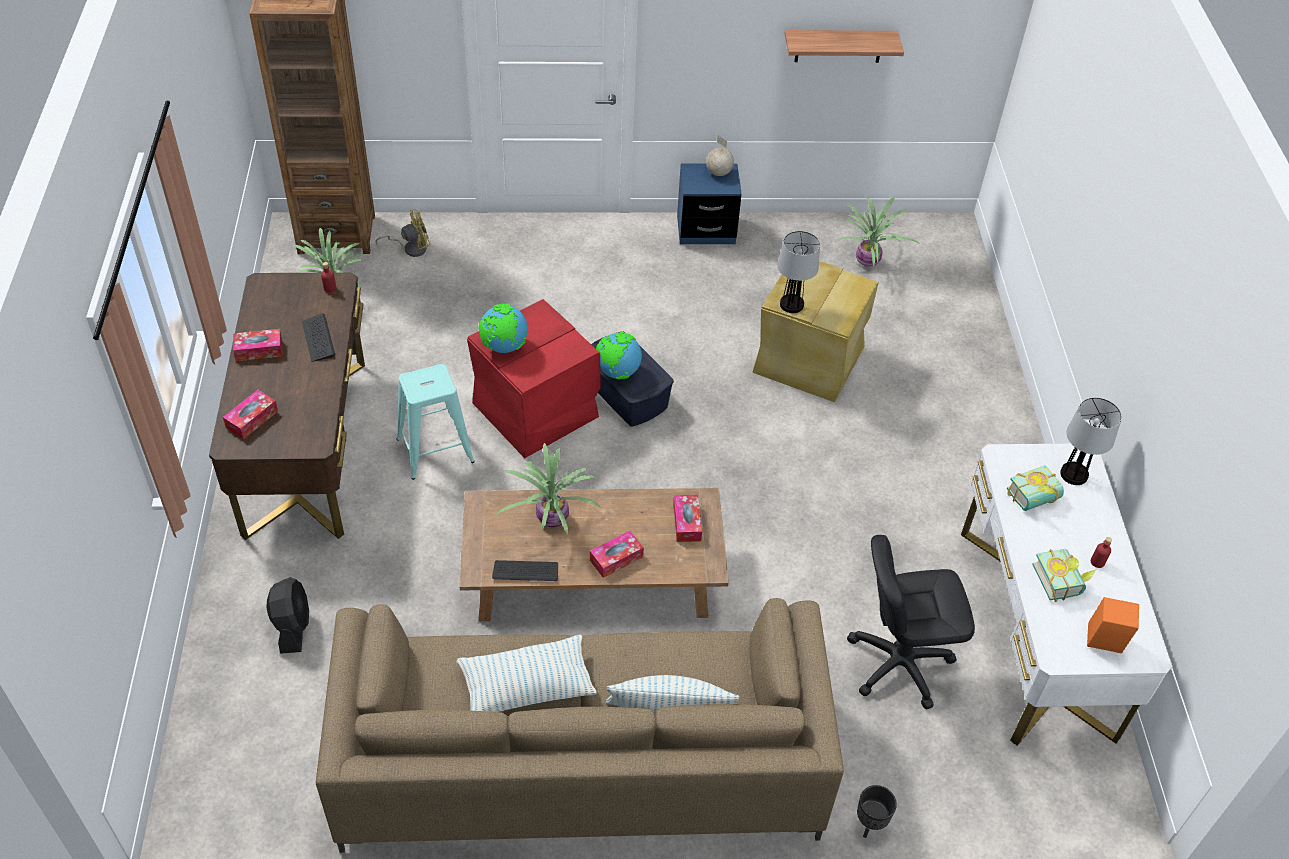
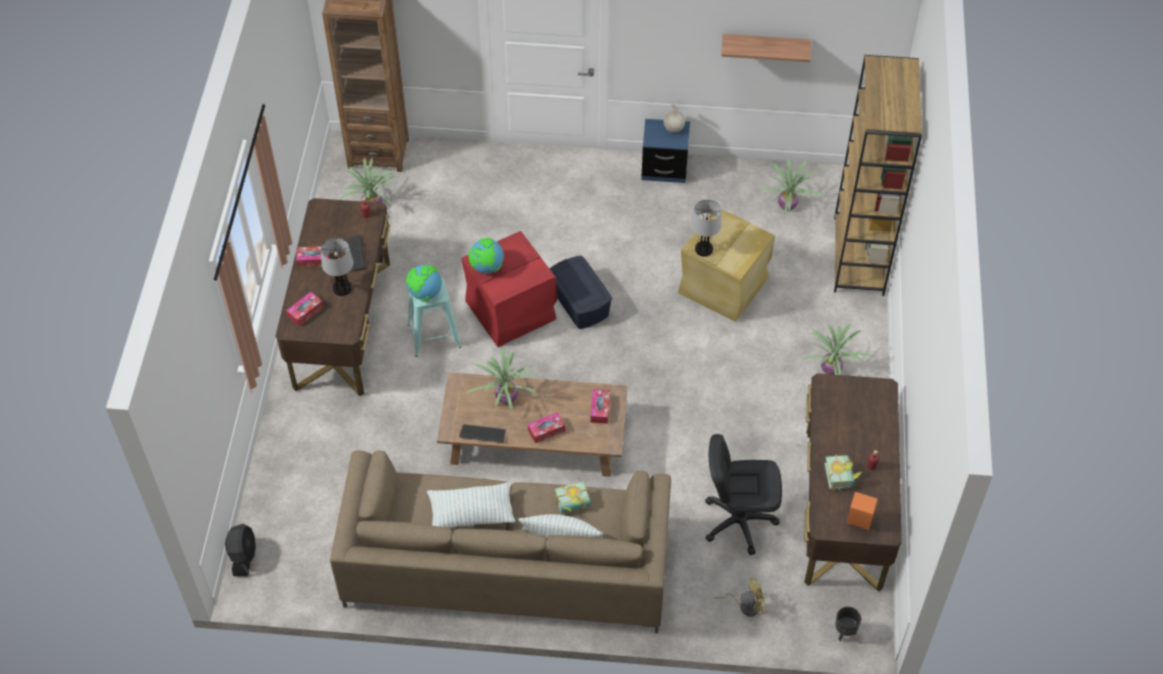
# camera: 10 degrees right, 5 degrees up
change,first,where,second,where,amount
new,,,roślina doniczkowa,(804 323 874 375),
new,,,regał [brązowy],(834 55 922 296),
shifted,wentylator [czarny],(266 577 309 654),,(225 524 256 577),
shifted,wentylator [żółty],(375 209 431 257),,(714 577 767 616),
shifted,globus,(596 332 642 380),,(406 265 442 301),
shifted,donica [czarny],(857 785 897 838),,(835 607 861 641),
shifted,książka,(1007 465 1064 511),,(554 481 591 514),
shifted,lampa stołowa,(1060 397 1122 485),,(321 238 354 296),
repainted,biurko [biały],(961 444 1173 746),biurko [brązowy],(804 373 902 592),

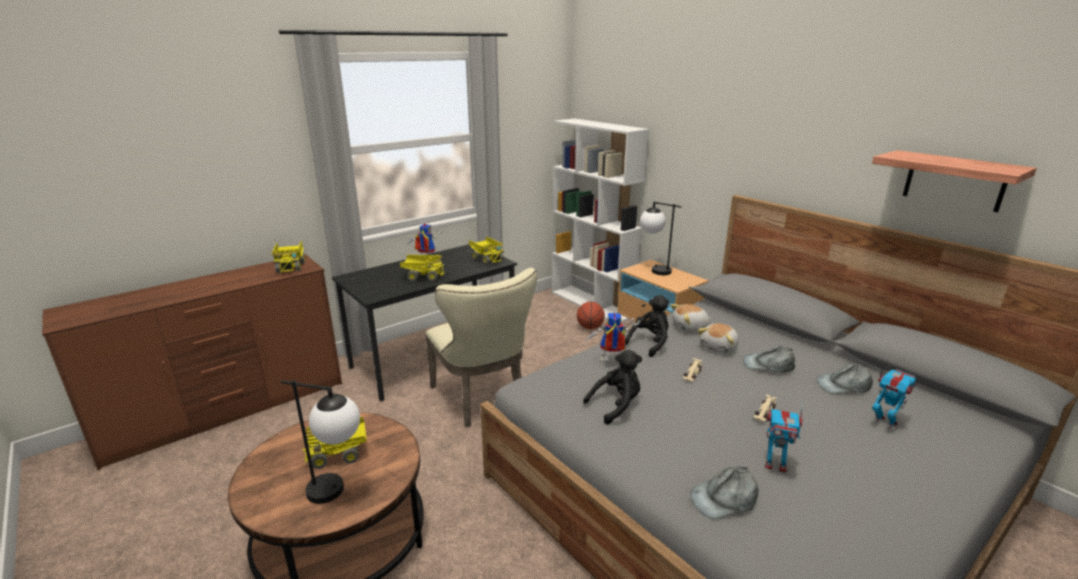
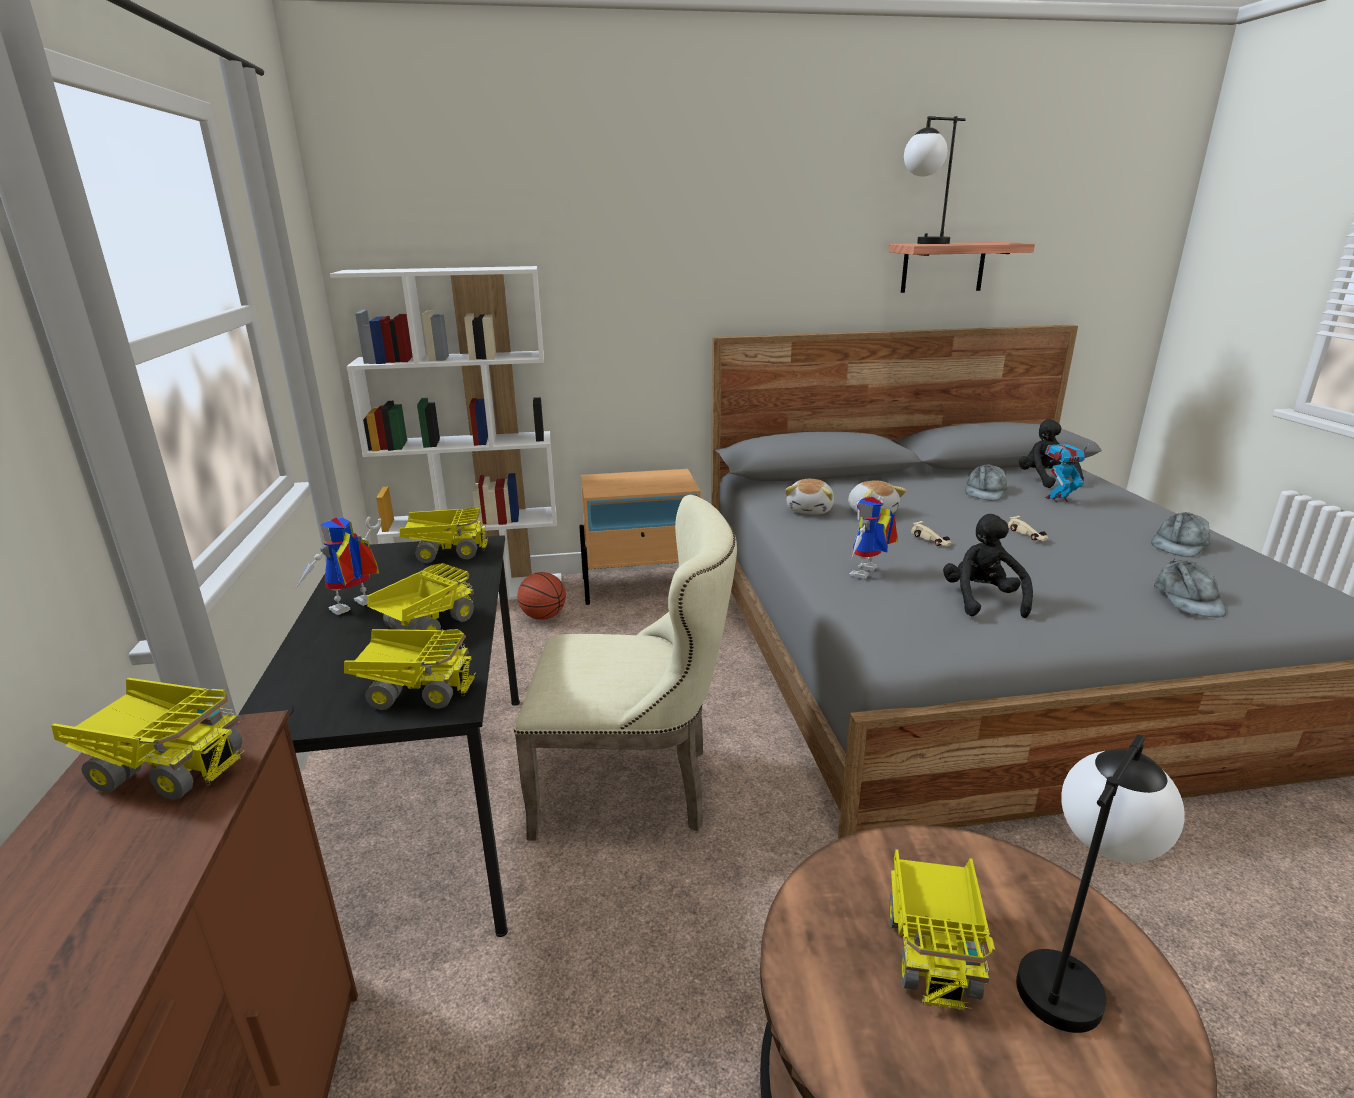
# camera: 60 degrees left, 0 degrees up
change,first,where,second,where,amount
gone,robot zabawkowy,(765 395 803 472),,,
new,,,ciężarówka zabawkowa,(344 629 475 710),
shifted,pluszak [czarny],(625 295 669 357),,(1019 419 1084 488),
shifted,lampa stołowa,(640 202 681 275),,(904 116 966 244),
shifted,czapka z daszkiem [szary],(743 345 795 373),,(1151 512 1210 557),

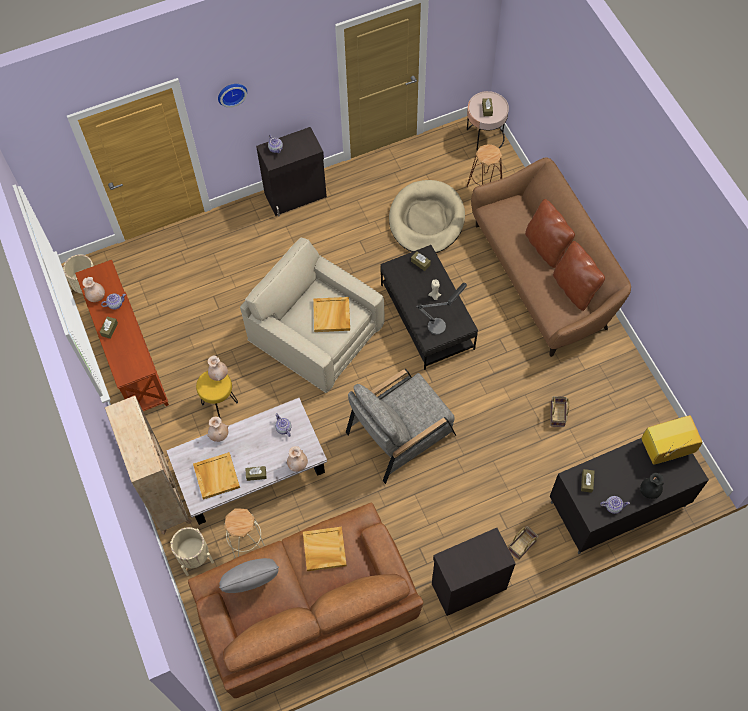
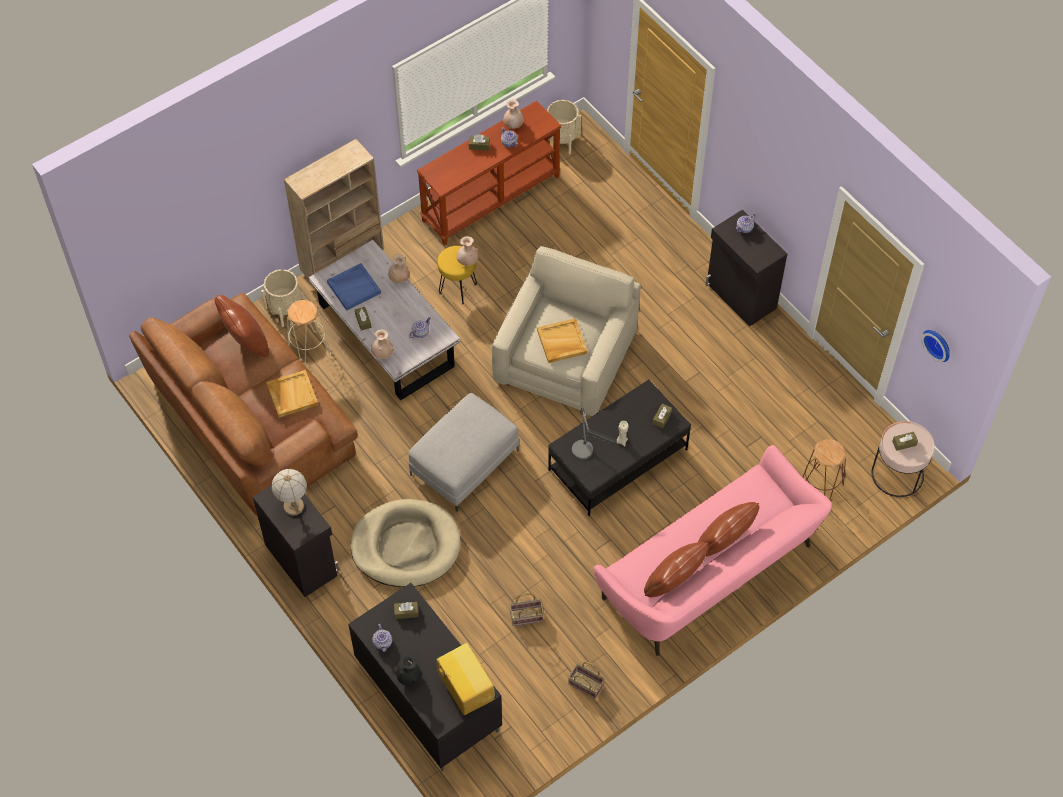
# camera: 75 degrees right, 5 degrees down
change,first,where,second,where,amount
new,,,lampa stołowa,(272 469 307 516),
shifted,zegar ścienny,(218 84 247 108),,(922 330 950 362),
shifted,legowisko [beżowy],(389 180 465 253),,(351 499 461 587),
shifted,koszyk,(508 526 539 560),,(568 662 605 699),
swapped,fotel [szary],(346 369 456 484),pufa [szary],(408 393 519 512),
repainted,taca [beżowy],(193 452 240 499),taca [niebieski],(327 263 381 311),
repainted,poduszka [szary],(219 558 279 593),poduszka [brązowy],(215 295 269 357),
repainted,kanapa [brązowy],(471 158 631 357),kanapa [różowy],(593 445 832 656),

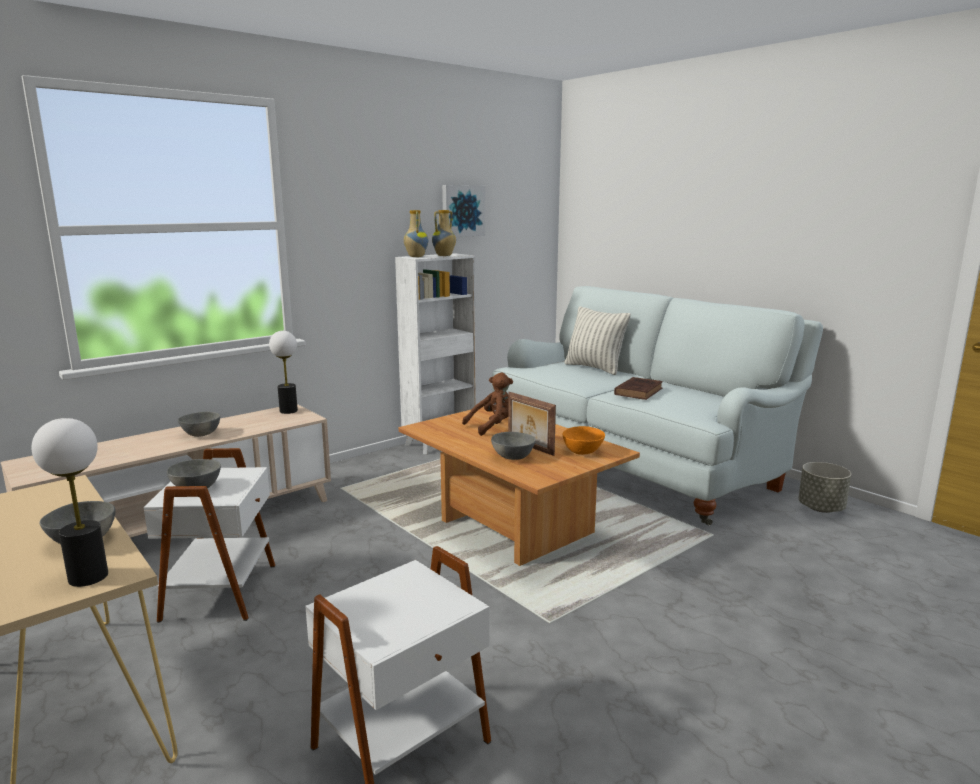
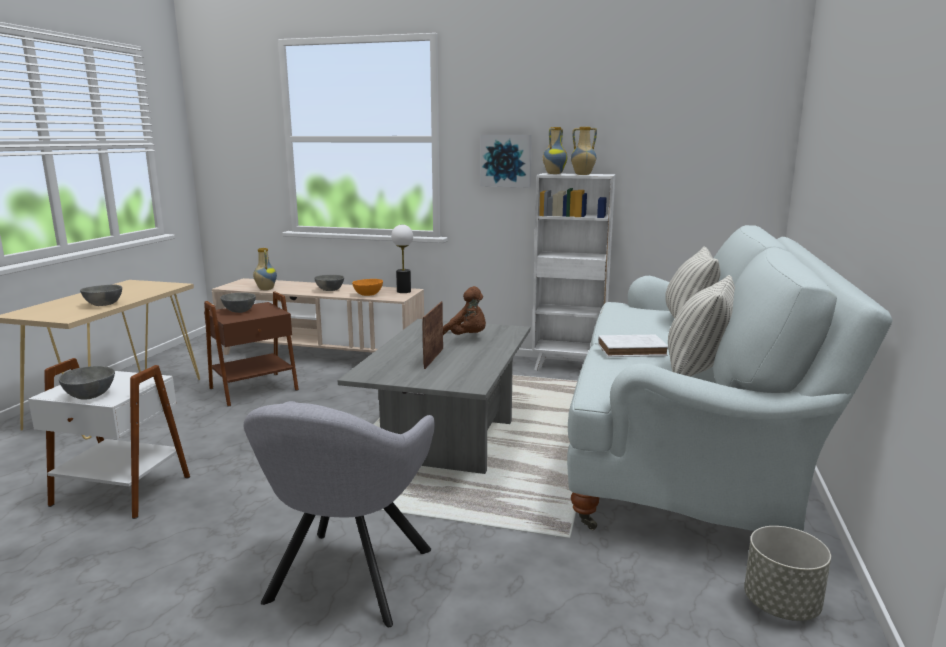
# camera: 55 degrees right, 0 degrees up
change,first,where,second,where,amount
gone,lampa stołowa,(32 418 108 587),,,
new,,,fotel [szary],(243 401 435 627),
new,,,wazon,(253 248 277 290),
new,,,poduszka,(668 275 735 376),
shifted,obraz,(442 185 485 237),,(480 135 532 187),
shifted,miska [szary],(491 432 535 460),,(59 366 115 399),
shifted,miska [pomarańczowy],(563 426 605 455),,(352 279 383 296),
repainted,stolik [biały],(144 448 275 623),stolik [brązowy],(204 291 299 407),
repainted,ława [brązowy],(399 407 640 566),ława [szary],(338 319 530 474),
repainted,książka [brązowy],(614 377 663 400),książka [biały],(598 335 668 357),

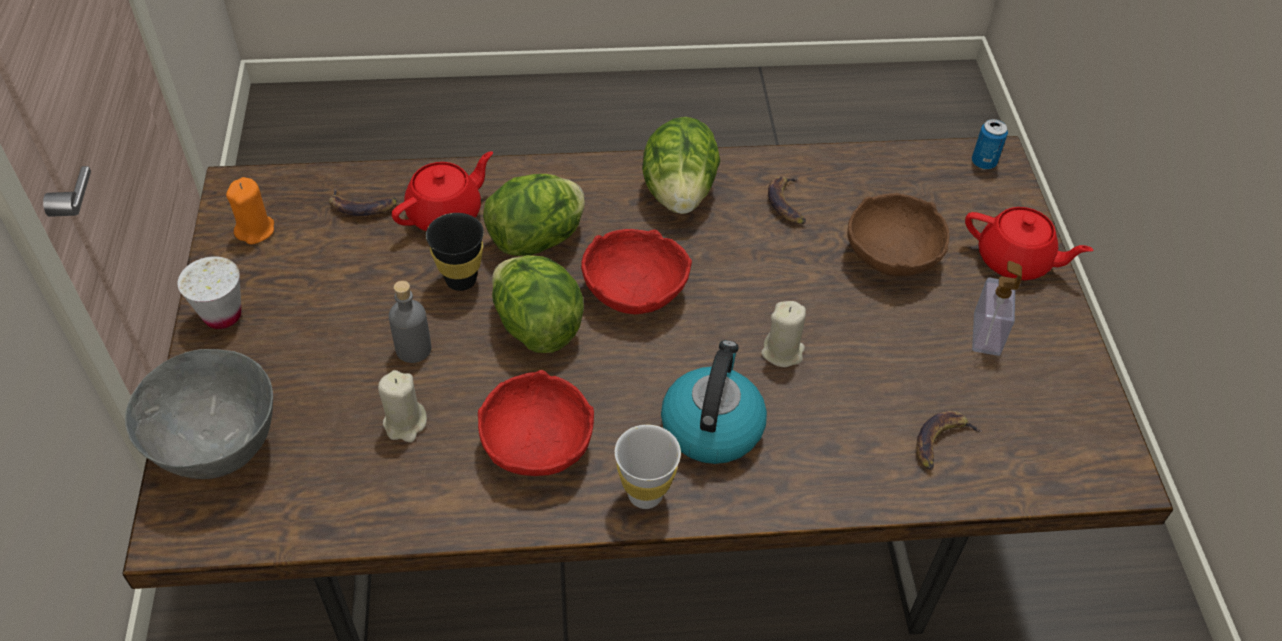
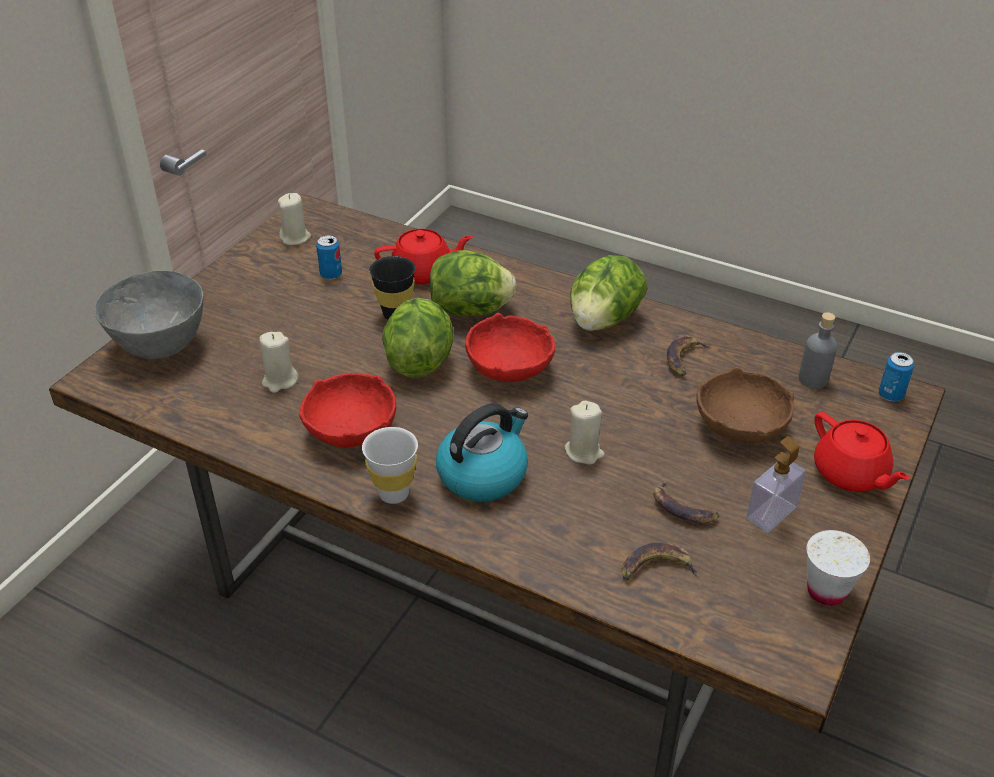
# camera: 35 degrees right, 10 degrees down
change,first,where,second,where,amount
new,,,puszka,(316 235 342 280),
shifted,filiżanka [biały],(177 256 241 329),,(807 530 870 606),
shifted,banan,(329 188 397 216),,(653 480 719 523),
shifted,butelka [szary],(389 281 431 363),,(798 312 837 389),
repainted,świeca [pomarańczowy],(226 177 274 245),świeca [beżowy],(278 193 311 245),

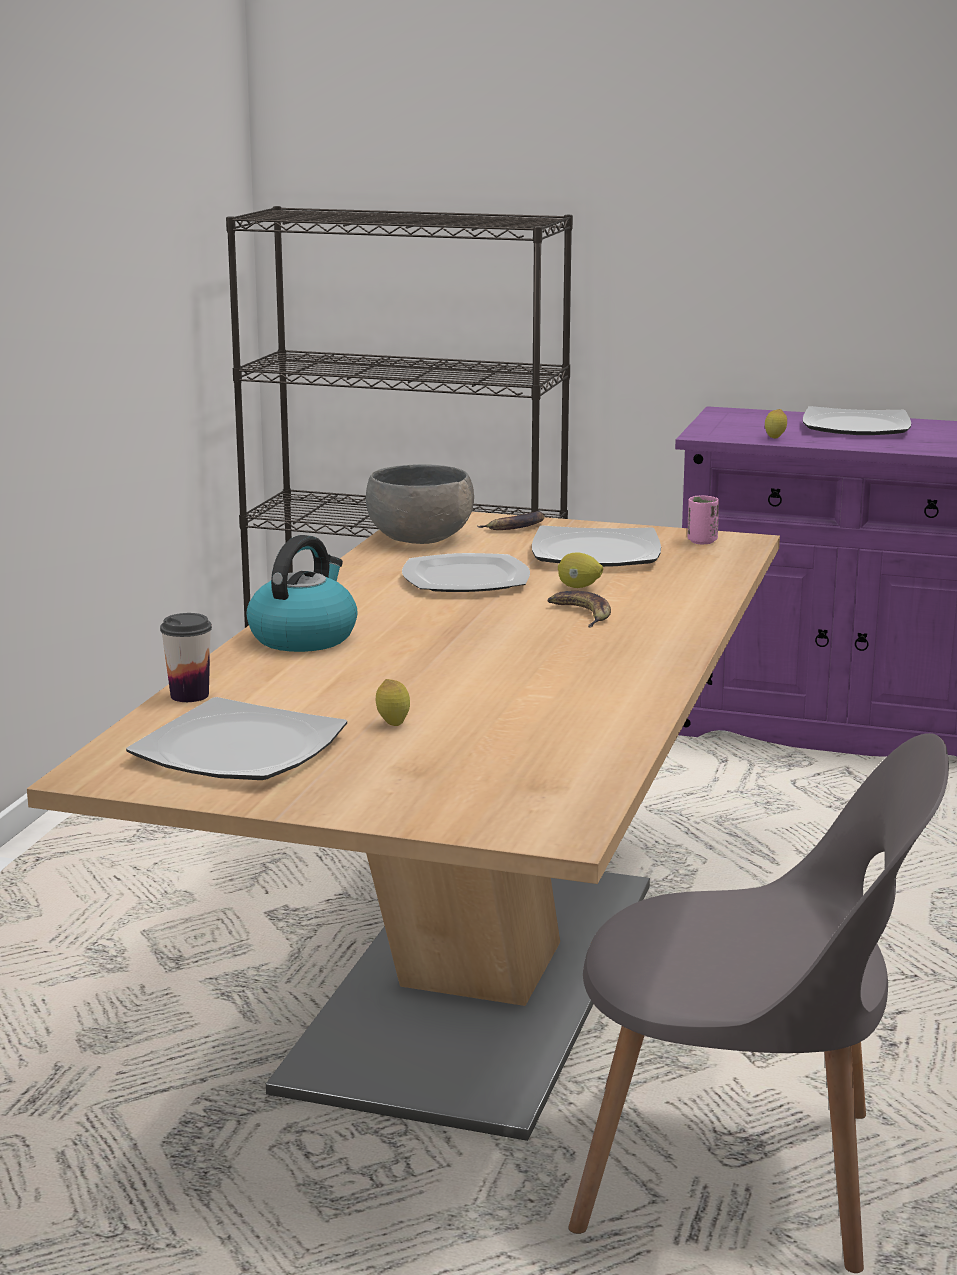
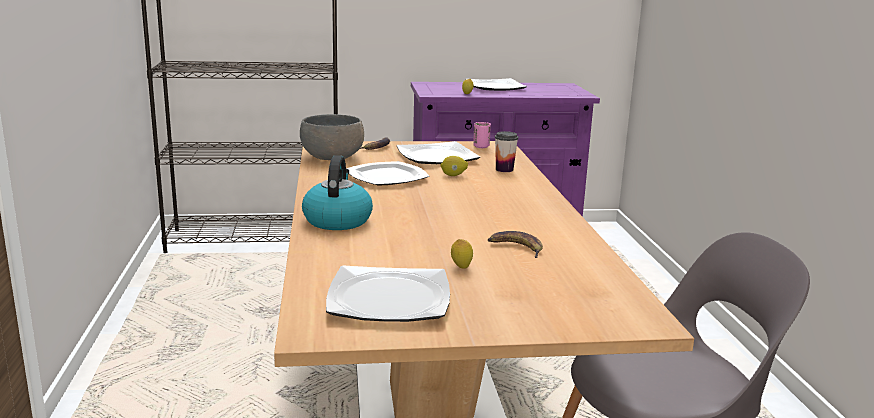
# camera: 25 degrees left, 0 degrees up
change,first,where,second,where,amount
shifted,filiżanka,(160 613 212 702),,(495 131 518 172),
shifted,banan,(547 591 611 628),,(488 231 543 258),

